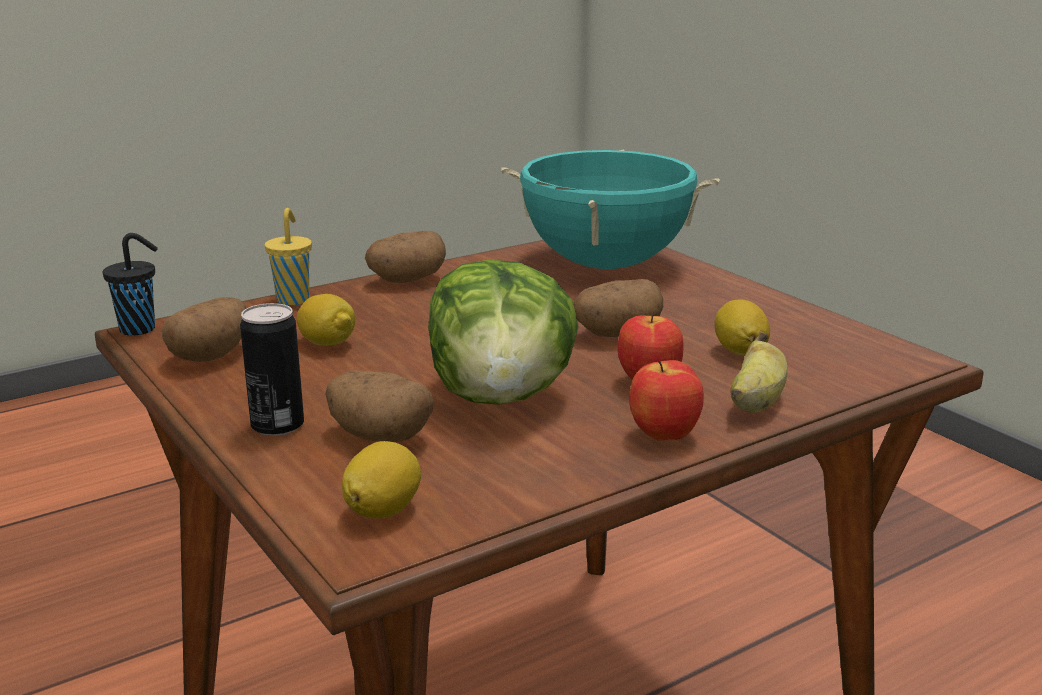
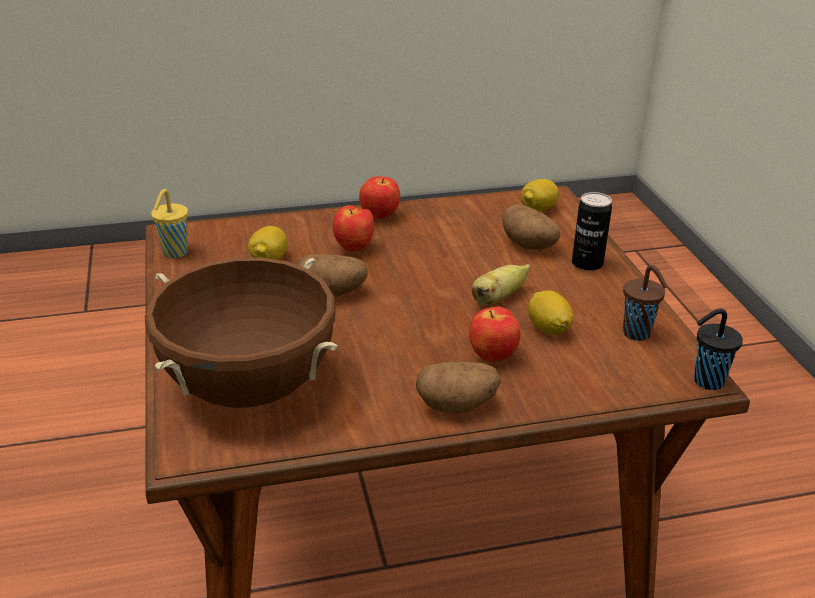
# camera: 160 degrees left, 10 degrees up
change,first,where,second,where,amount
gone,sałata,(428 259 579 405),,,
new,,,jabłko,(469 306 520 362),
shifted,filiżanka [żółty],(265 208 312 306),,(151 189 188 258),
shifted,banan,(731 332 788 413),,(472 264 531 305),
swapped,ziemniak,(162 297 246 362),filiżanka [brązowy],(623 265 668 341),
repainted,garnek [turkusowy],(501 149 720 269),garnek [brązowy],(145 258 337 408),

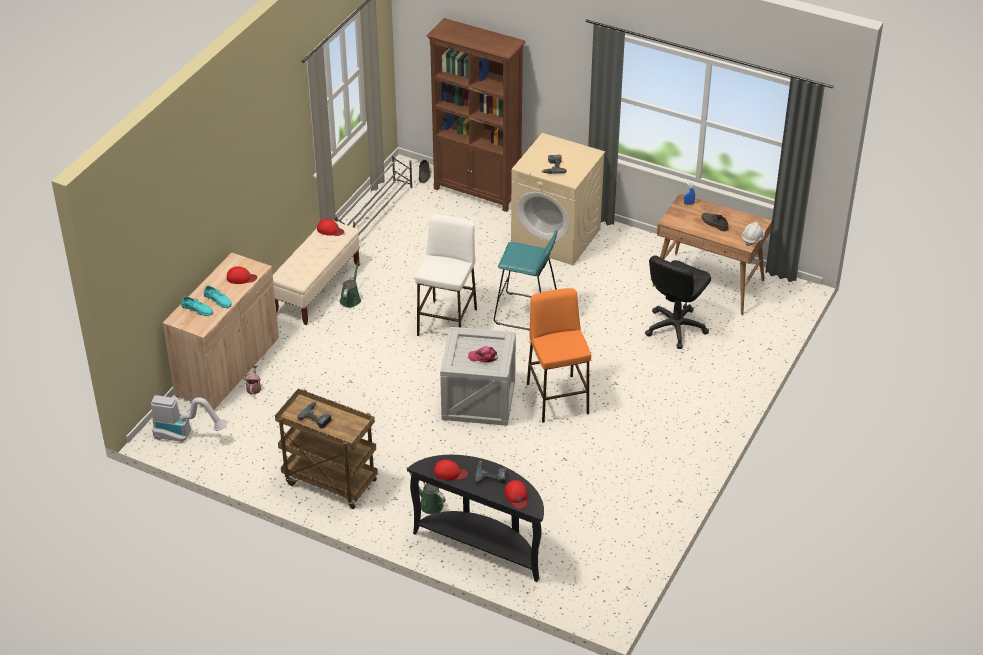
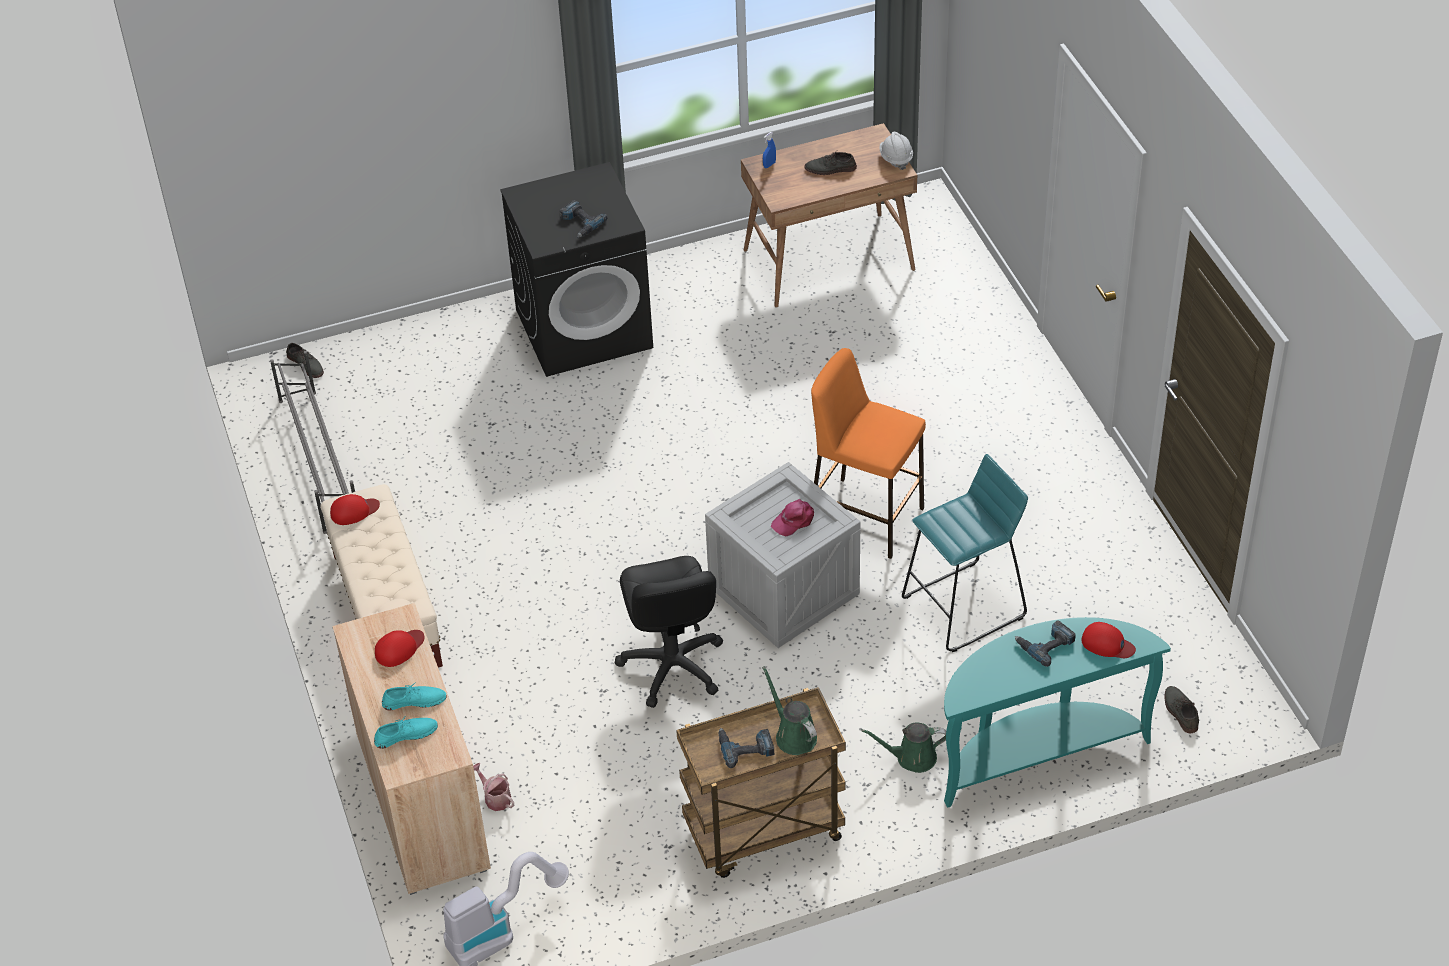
# camera: 45 degrees left, 5 degrees up
change,first,where,second,where,amount
gone,stołek [biały],(415 215 477 336),,,
gone,regał [brązowy],(427 18 525 212),,,
gone,czapka z daszkiem [czerwony],(434 460 468 480),,,
new,,,but [szary],(1165 686 1199 733),
shifted,konewka [zielony],(340 261 361 308),,(762 666 817 755),
shifted,stołek [turkusowy],(494 230 558 330),,(902 454 1028 652),
shifted,krzesło biurowe [czarny],(645 255 711 349),,(615 556 723 708),
repainted,stolik konsolowy [czarny],(407 455 544 582),stolik konsolowy [turkusowy],(944 617 1171 808),
repainted,pralka [beżowy],(511 133 605 265),pralka [czarny],(500 162 653 377),

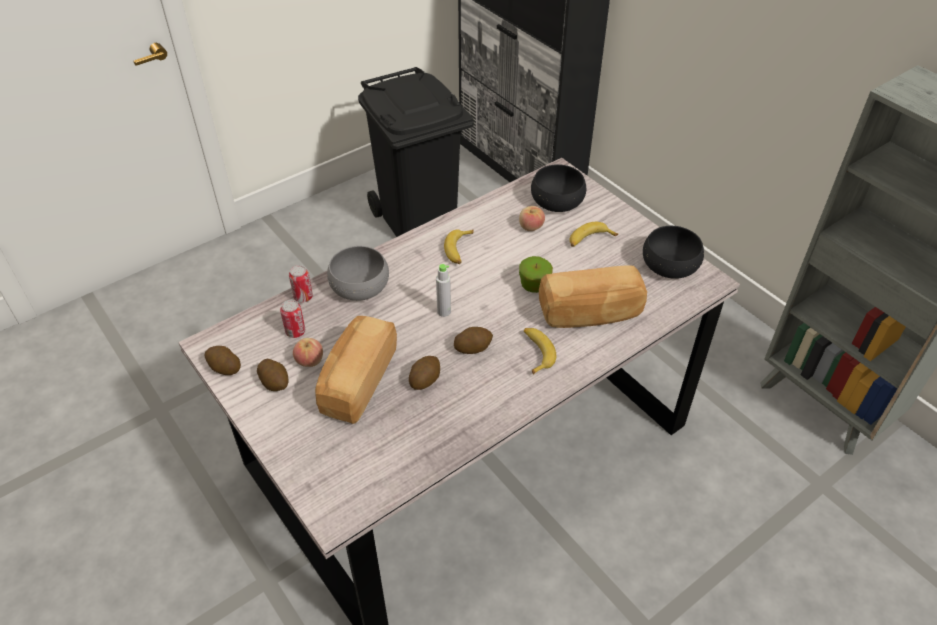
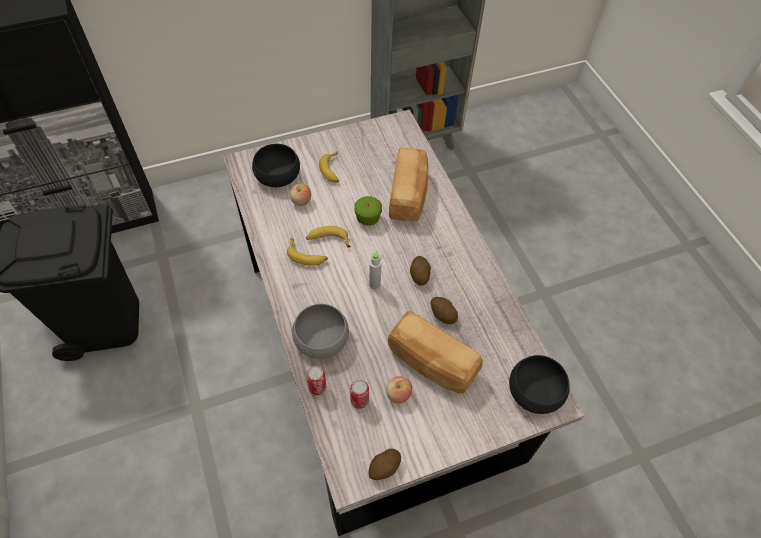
# camera: 75 degrees left, 10 degrees up
change,first,where,second,where,amount
gone,ziemniak,(257 359 288 391),,,
shifted,banan,(524 328 556 375),,(306 226 351 247),
shifted,miska [czarny],(643 226 704 279),,(509 355 570 414),

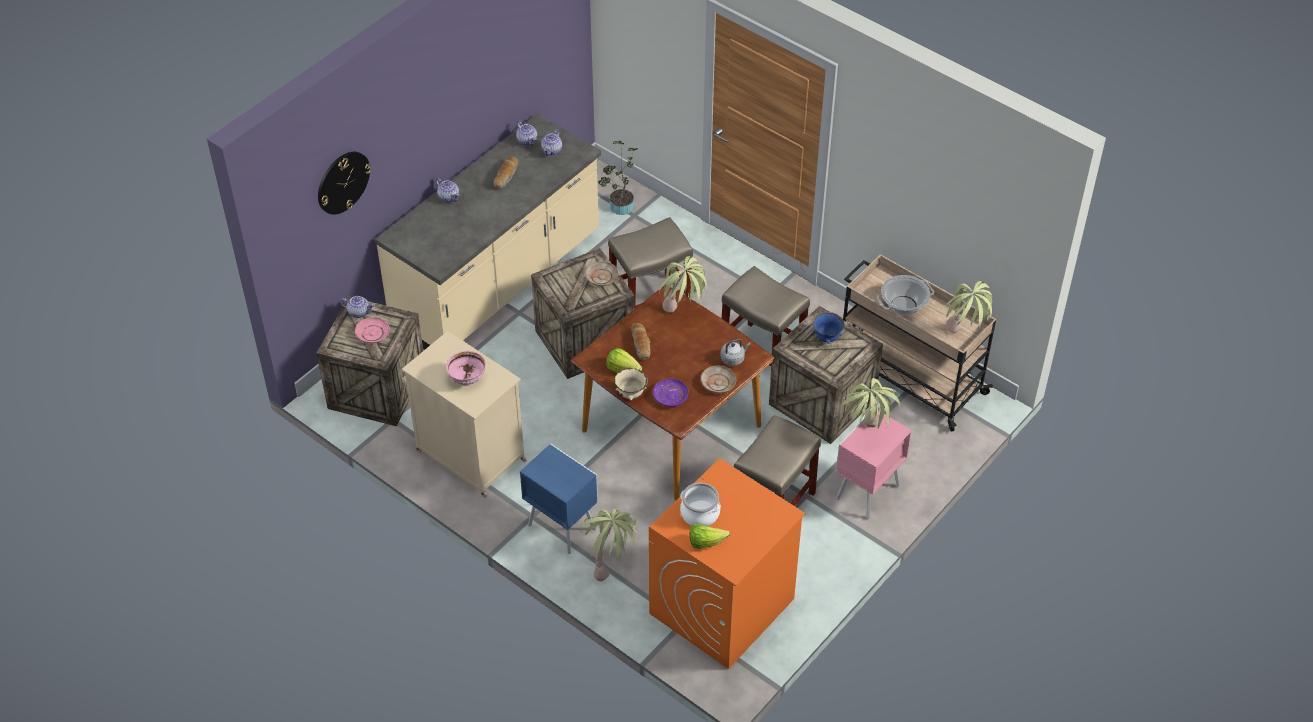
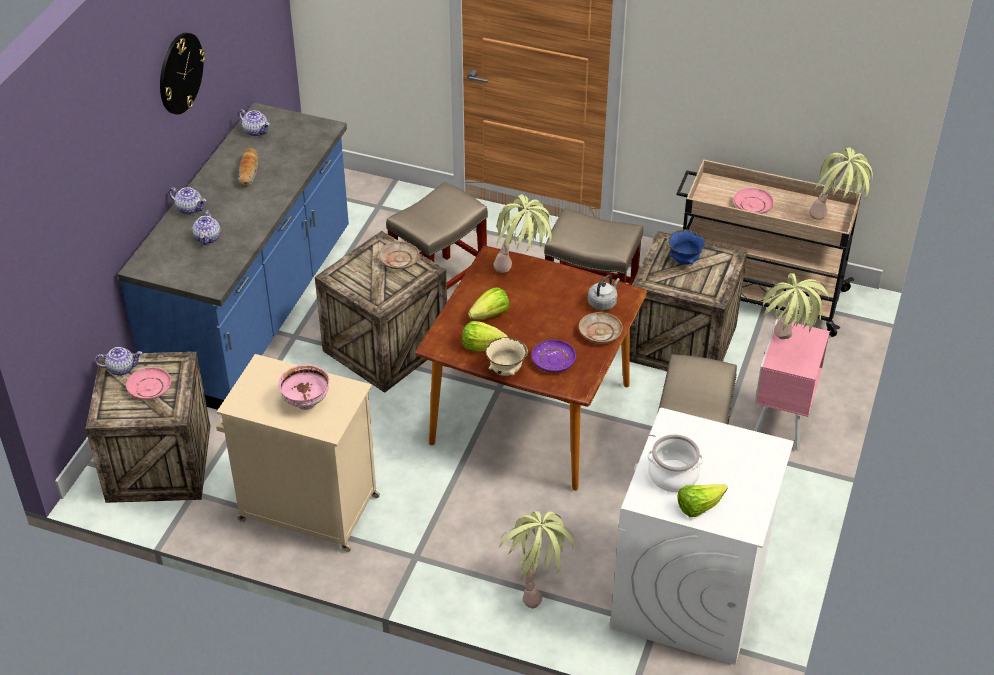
# camera: 20 degrees left, 5 degrees down
change,first,where,second,where,amount
gone,szafka nocna [niebieski],(520 444 598 554),,,
gone,roślina doniczkowa,(598 141 638 215),,,
shifted,zegar ścienny,(318 152 371 215),,(160 33 205 115),
shifted,imbryk,(541 129 562 156),,(192 210 220 245),
swapped,chleb,(631 323 651 360),sałata,(468 287 509 319),
swapped,garnek,(877 275 934 315),talerz [różowy],(734 188 774 214),
repainted,zabudowa kuchenna [beżowy],(375 114 601 350),zabudowa kuchenna [niebieski],(118 103 349 410),
repainted,pralka [pomarańczowy],(649 458 806 669),pralka [biały],(610 408 794 665),

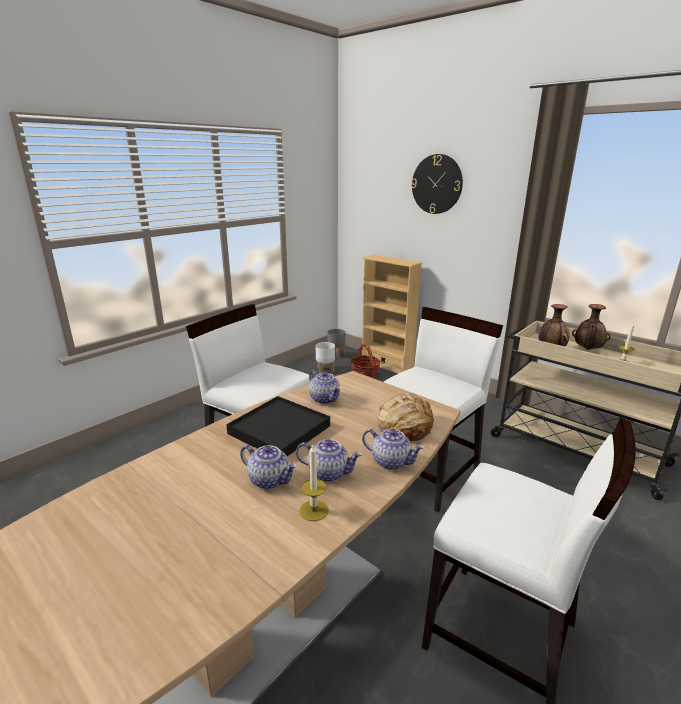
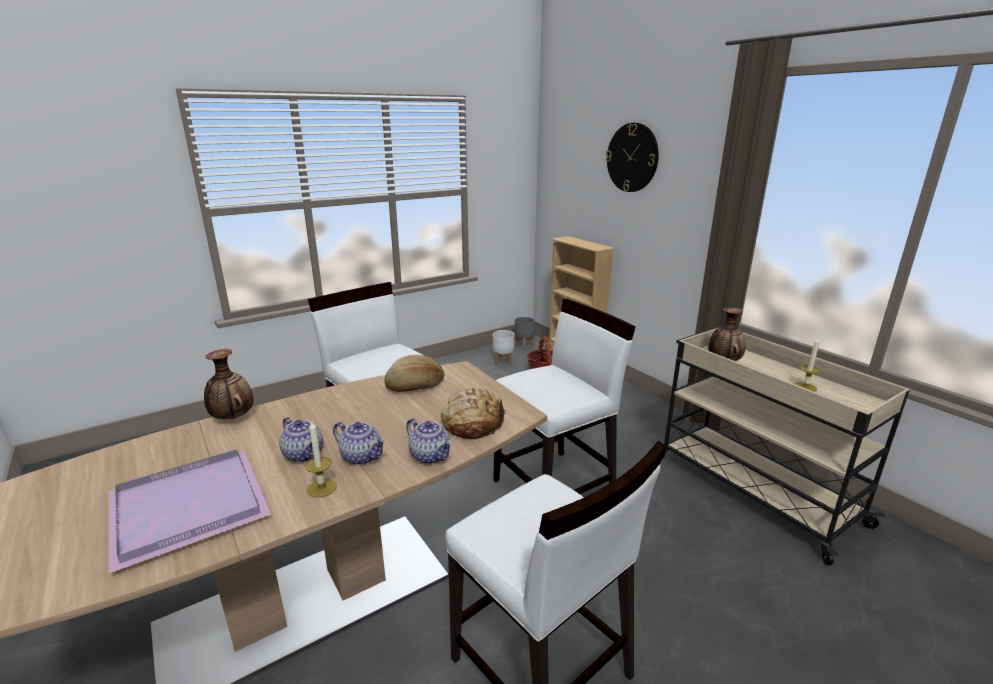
# camera: 15 degrees right, 0 degrees up
change,first,where,second,where,amount
gone,taca [czarny],(226 396 330 456),,,
new,,,taca [fioletowy],(109 449 271 573),
shifted,wazon,(572 304 610 350),,(204 349 254 419),
swapped,imbryk,(309 370 341 404),chleb,(384 355 444 392),

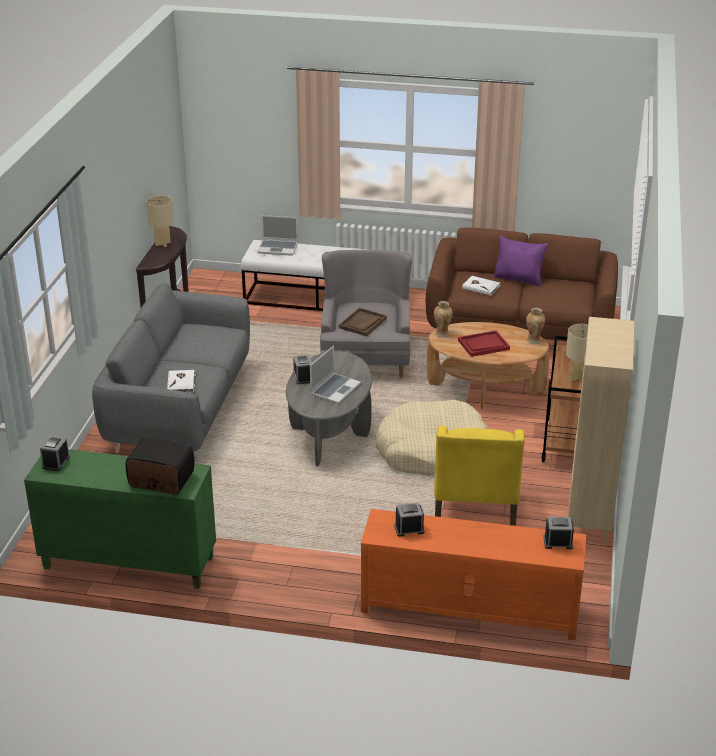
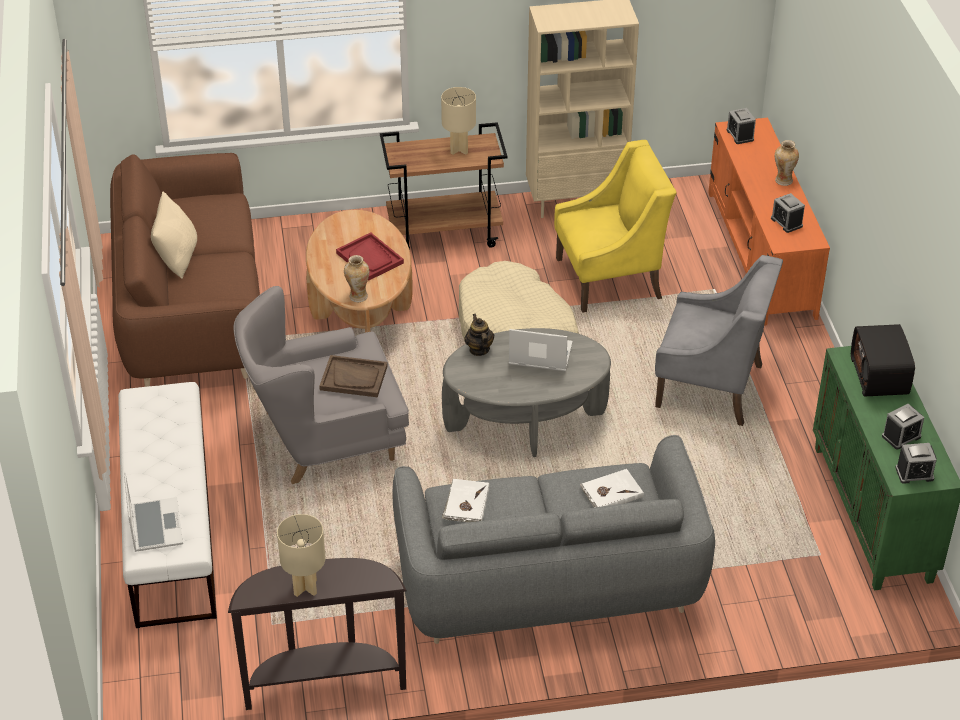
# camera: 110 degrees left, 10 degrees up
change,first,where,second,where,amount
new,,,imbryk,(464 314 494 356),
new,,,fotel [szary],(655 255 783 426),
shifted,budzik,(293 355 312 384),,(882 404 924 450),
shifted,książka [biały],(462 276 501 296),,(442 479 490 522),
shifted,wazon,(526 308 545 344),,(775 140 799 186),
repainted,poduszka [fioletowy],(494 236 548 286),poduszka [beżowy],(151 191 197 279),

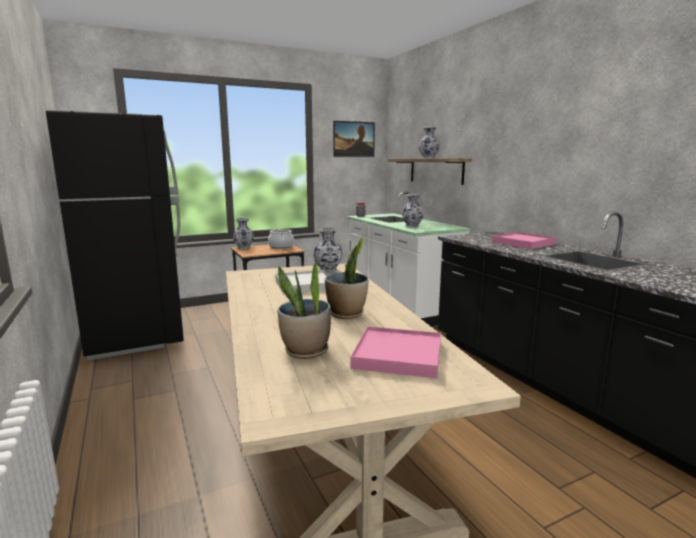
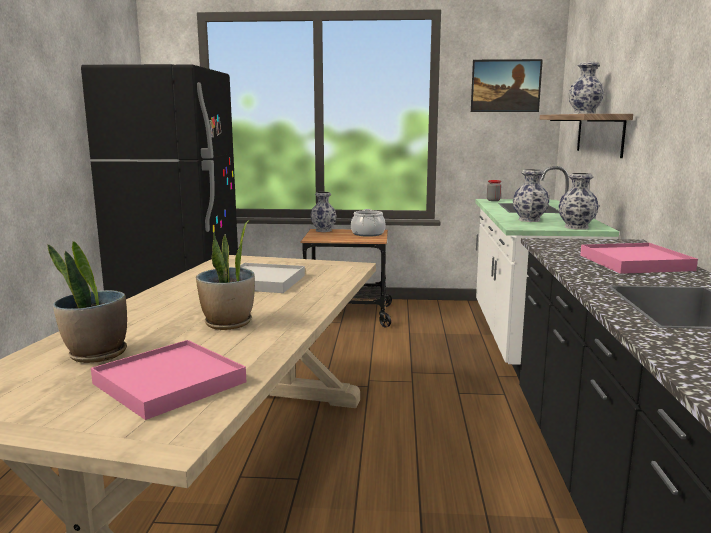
# camera: 30 degrees right, 0 degrees up
change,first,where,second,where,amount
shifted,wazon,(314 227 343 273),,(558 173 599 230),

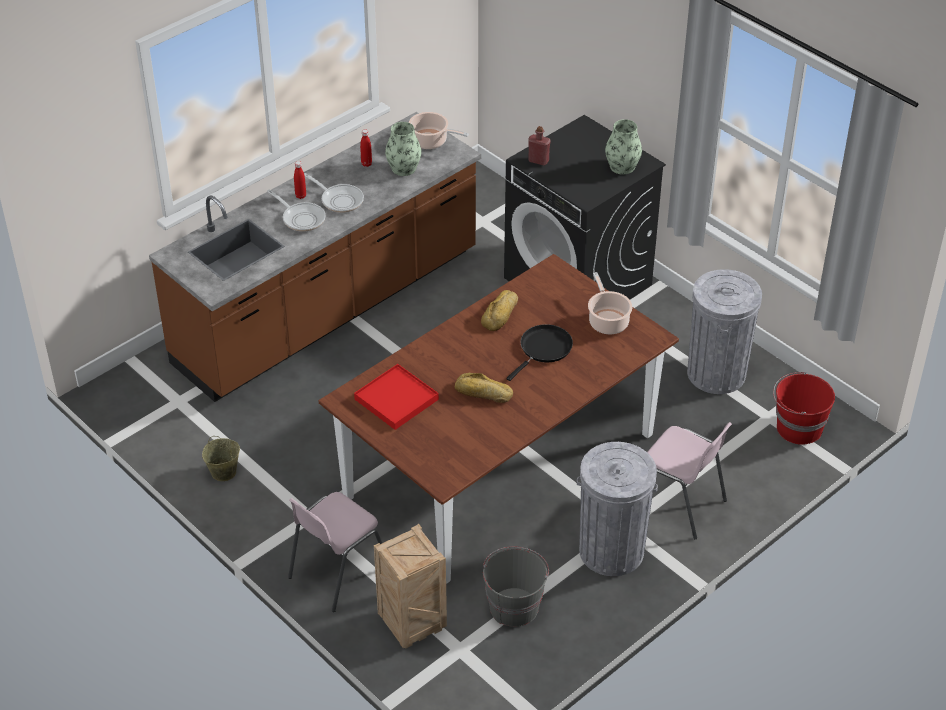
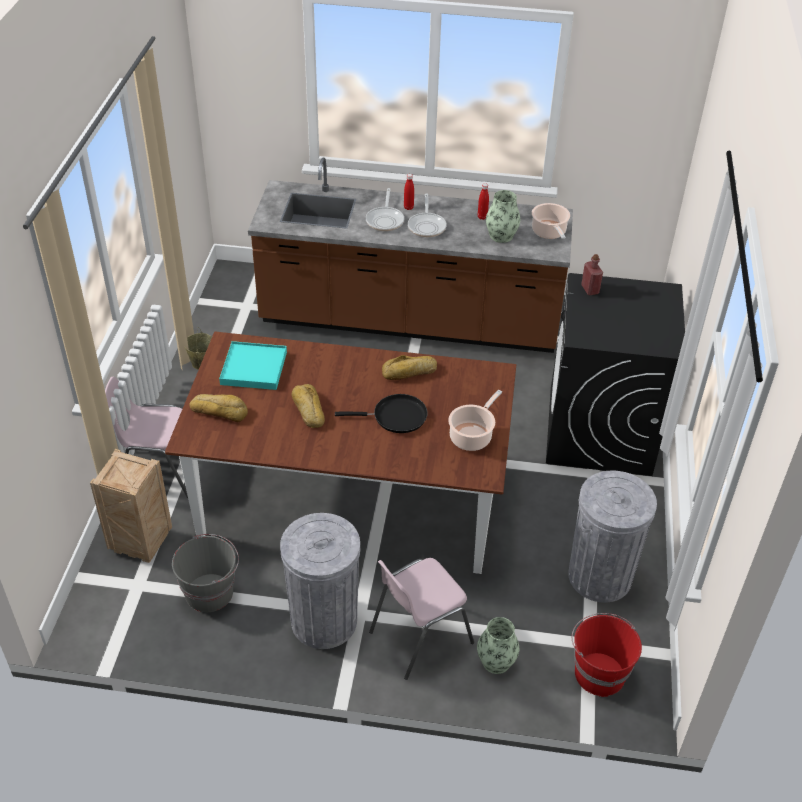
# camera: 50 degrees right, 0 degrees up
change,first,where,second,where,amount
new,,,chleb,(189 394 248 422),
shifted,wazon,(605 119 642 175),,(477 617 519 674),
repainted,taca [czerwony],(354 364 439 430),taca [turkusowy],(219 341 287 390),
rotated,krzesło [różowy],(647 422 732 539),,(369 558 474 680),60 degrees clockwise

